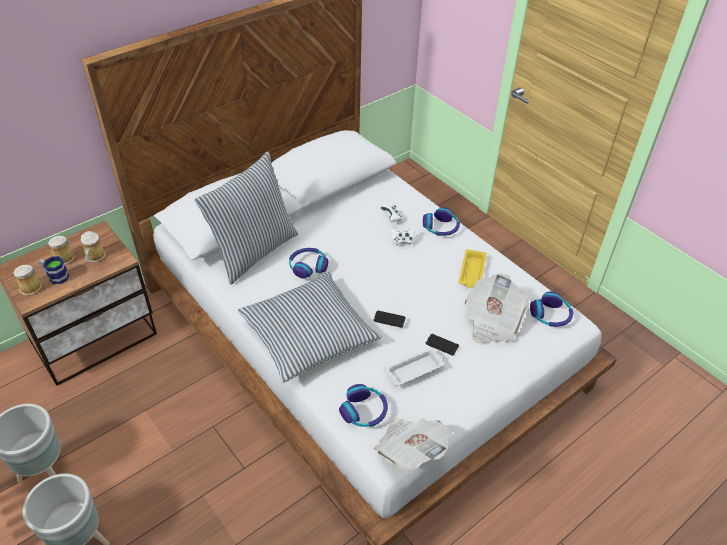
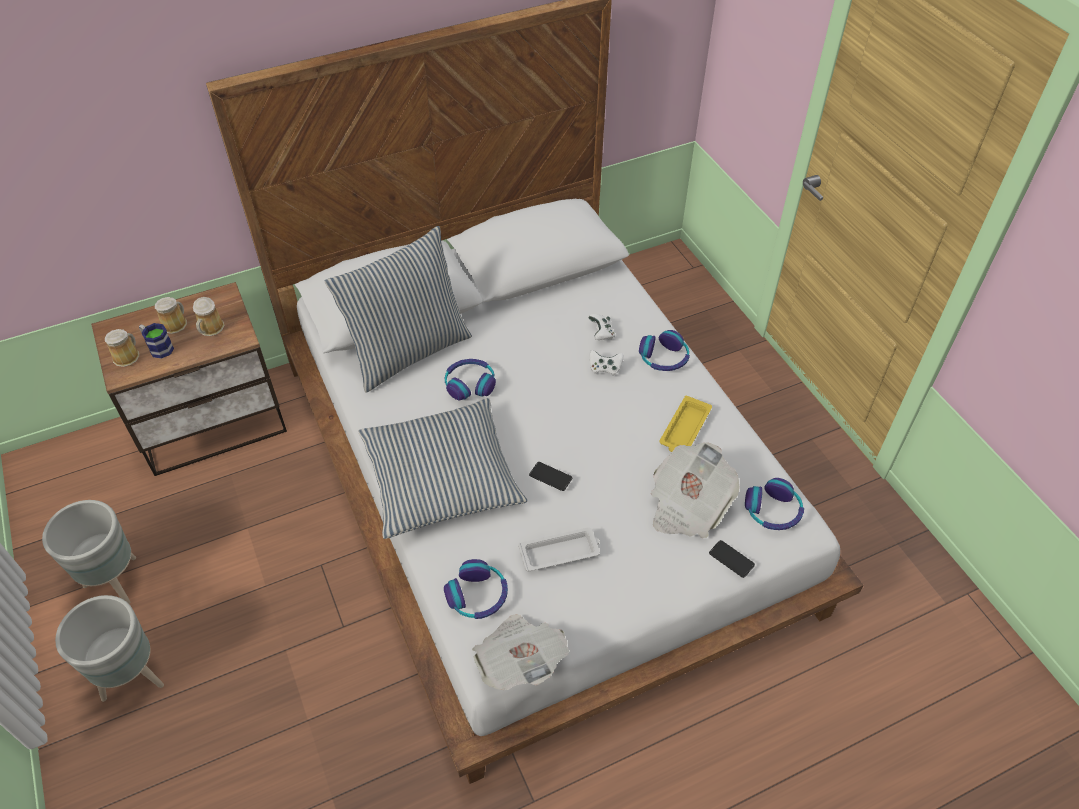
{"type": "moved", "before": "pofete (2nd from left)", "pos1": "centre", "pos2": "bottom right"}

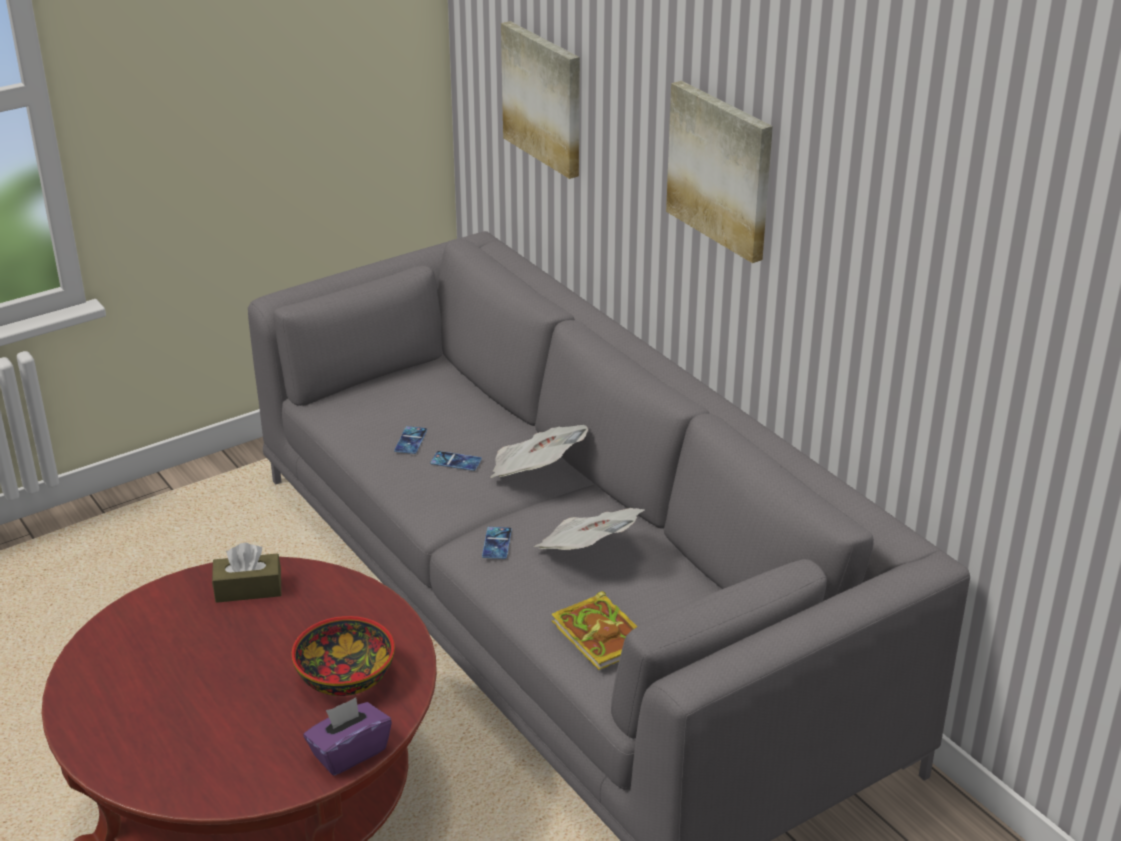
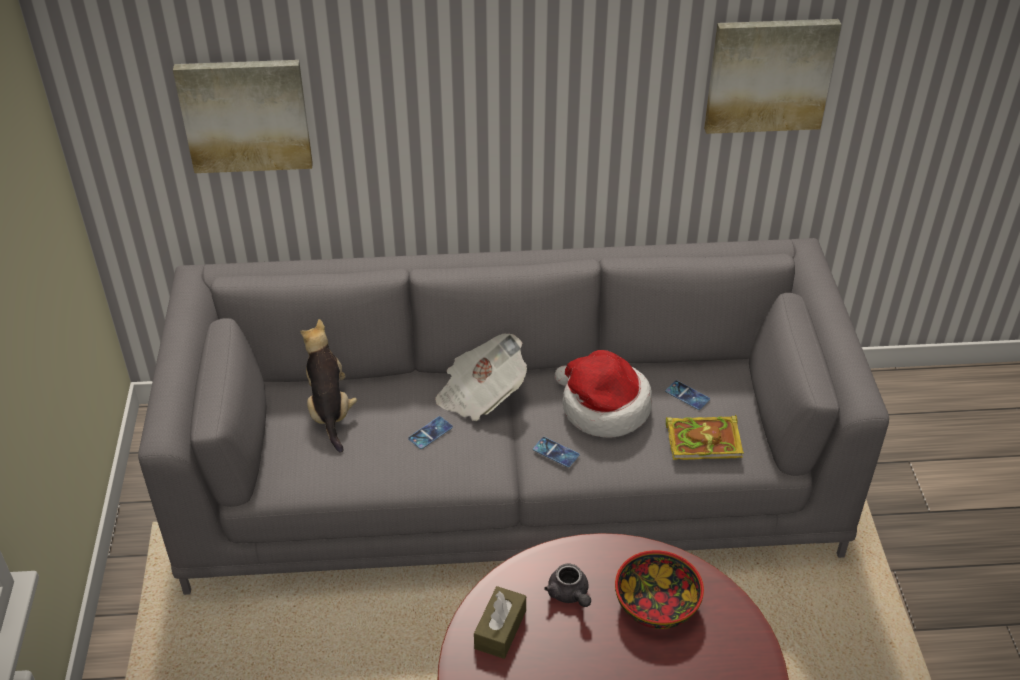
{"type": "added", "after": "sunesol", "pos2": "middle left"}
{"type": "added", "after": "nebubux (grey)", "pos2": "bottom centre"}
{"type": "replaced", "before": "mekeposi (2nd from left)", "after": "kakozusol", "pos1": "centre", "pos2": "centre"}
{"type": "moved", "before": "pofete (1st from left in the first image)", "after": "pofete (3rd from left)", "pos1": "centre", "pos2": "middle right"}
{"type": "moved", "before": "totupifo (2nd from left)", "pos1": "top centre", "pos2": "top right"}
{"type": "removed", "before": "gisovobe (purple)", "pos1": "bottom left"}

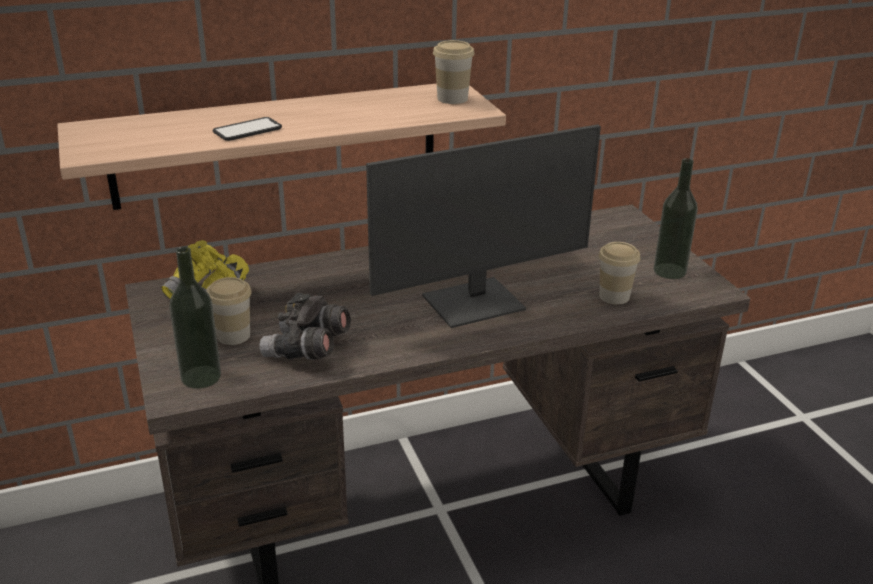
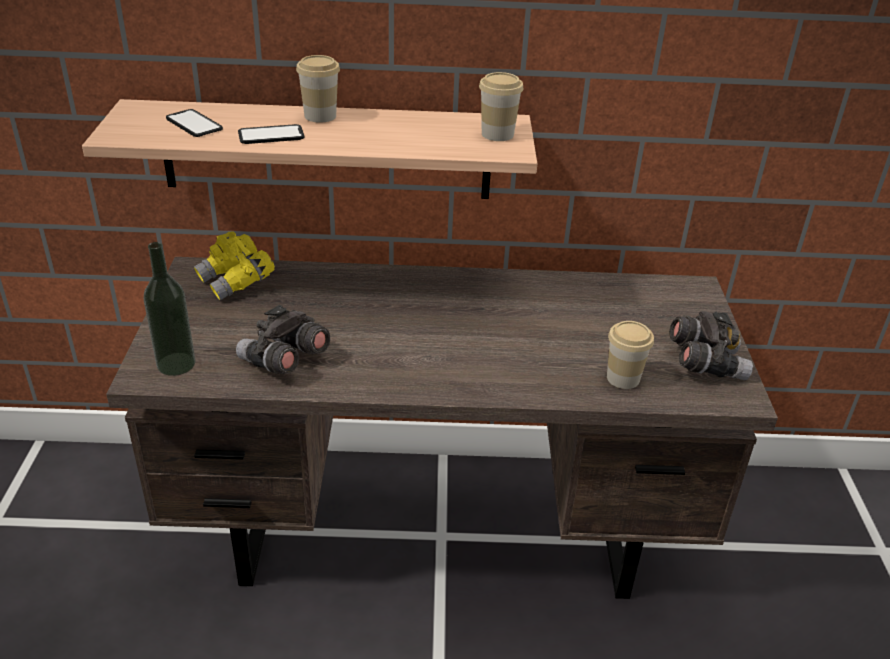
{"type": "added", "after": "pofete (1st from left)", "pos2": "top left"}
{"type": "moved", "before": "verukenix (1st from left)", "pos1": "middle left", "pos2": "top centre"}
{"type": "replaced", "before": "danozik (2nd from left)", "after": "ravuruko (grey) (2nd from left)", "pos1": "middle right", "pos2": "middle right"}
{"type": "removed", "before": "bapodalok", "pos1": "centre"}

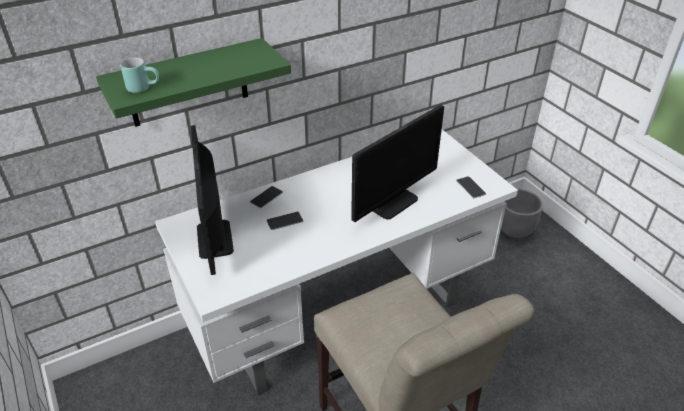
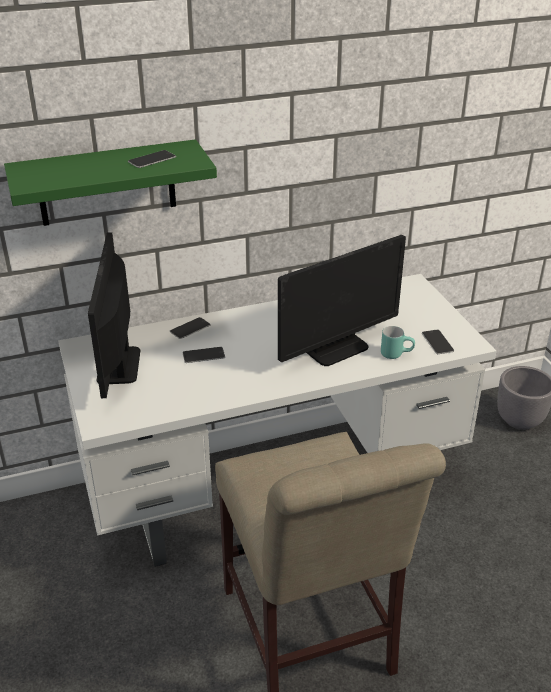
{"type": "added", "after": "pofete (1st from left)", "pos2": "top left"}
{"type": "moved", "before": "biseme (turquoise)", "pos1": "top left", "pos2": "middle right"}

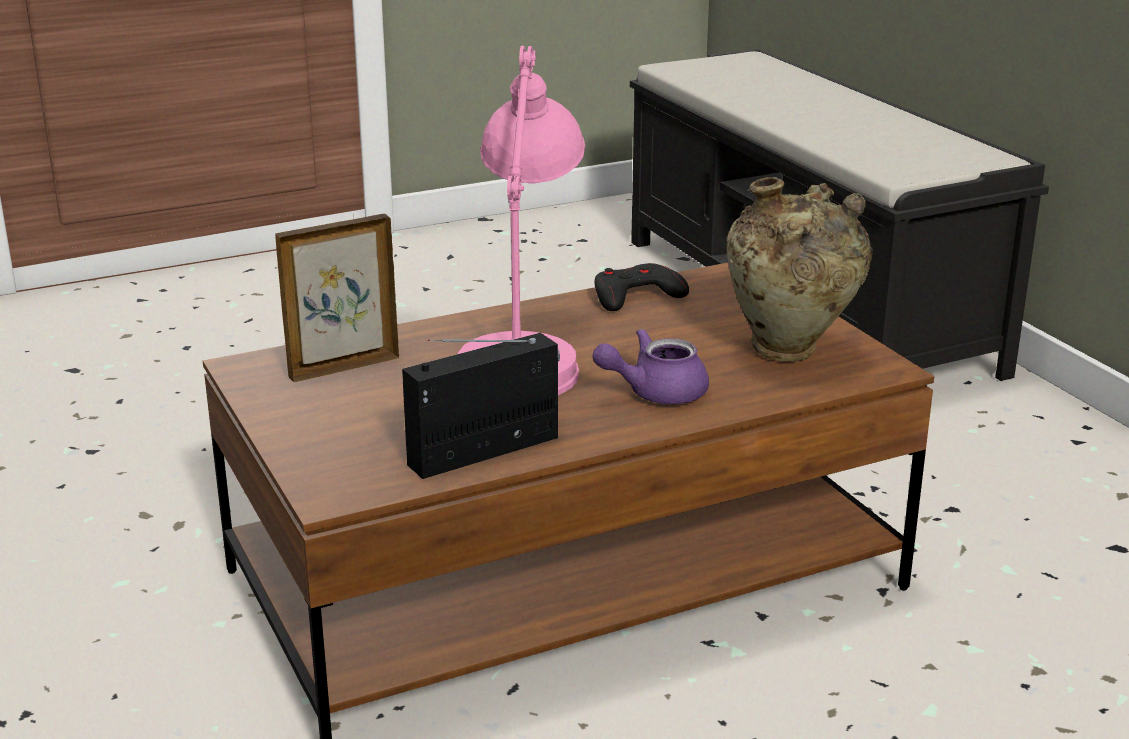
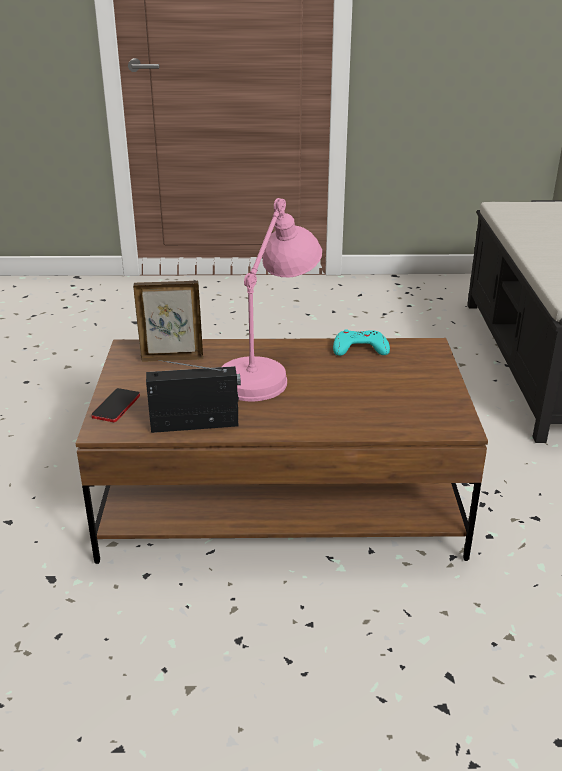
{"type": "added", "after": "pofete", "pos2": "middle left"}
{"type": "recoloured", "before": "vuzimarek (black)", "after": "vuzimarek (turquoise)", "pos1": "centre", "pos2": "centre"}
{"type": "removed", "before": "nebubux (purple)", "pos1": "centre"}
{"type": "removed", "before": "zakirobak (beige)", "pos1": "middle right"}

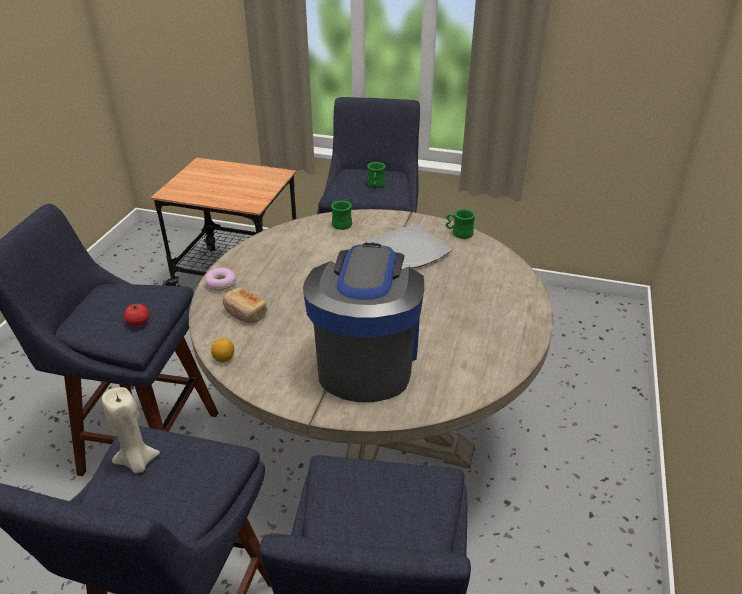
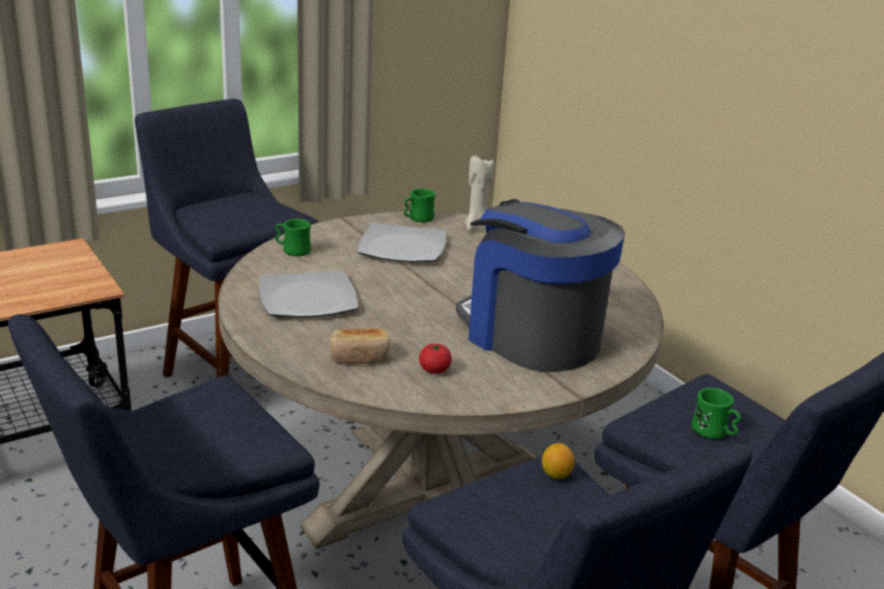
{"type": "added", "after": "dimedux (1st from left)", "pos2": "centre"}
{"type": "moved", "before": "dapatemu", "pos1": "middle left", "pos2": "centre"}
{"type": "moved", "before": "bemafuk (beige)", "pos1": "bottom left", "pos2": "top centre"}
{"type": "moved", "before": "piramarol", "pos1": "middle left", "pos2": "bottom centre"}
{"type": "moved", "before": "biseme (green) (2nd from left in the first image)", "after": "biseme (green) (3rd from left)", "pos1": "top centre", "pos2": "bottom right"}
{"type": "removed", "before": "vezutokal", "pos1": "middle left"}

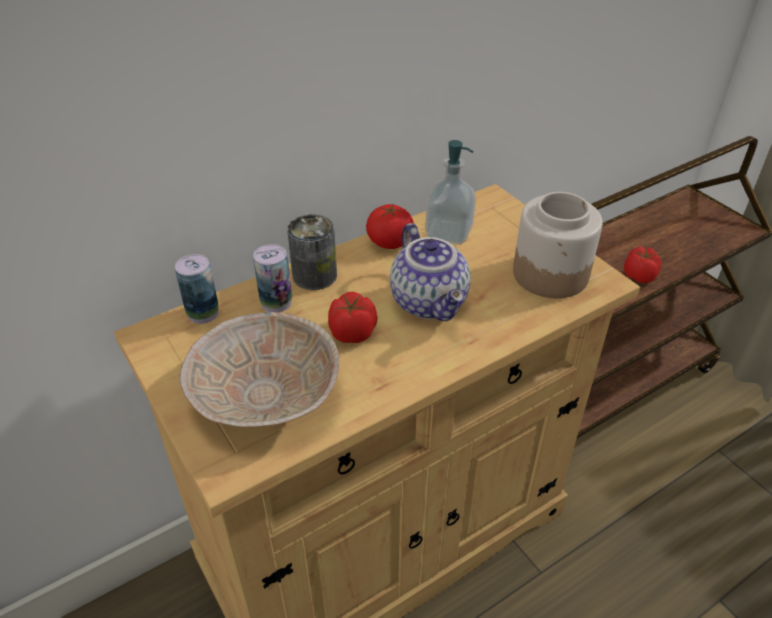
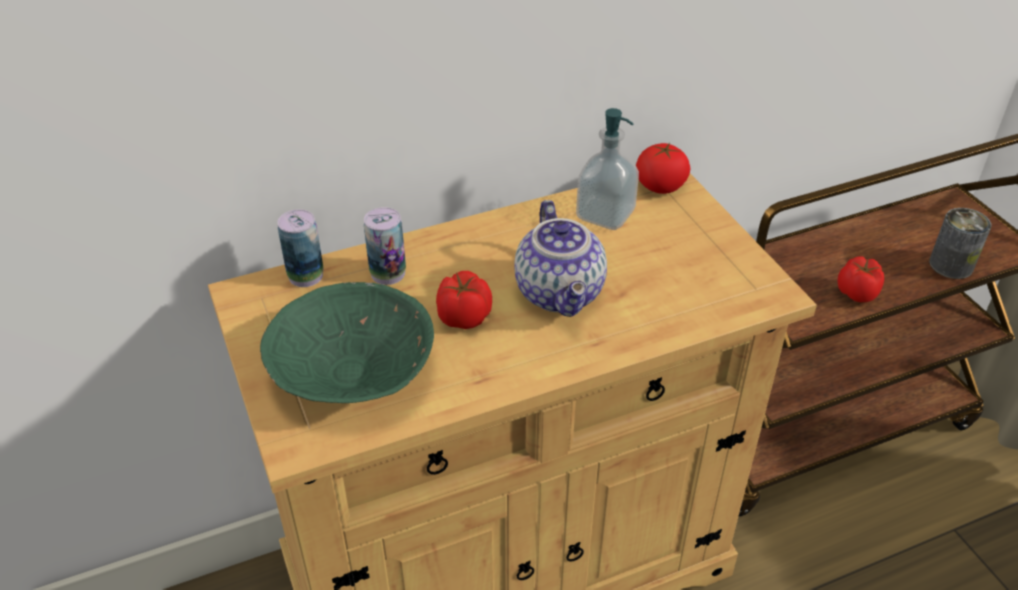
{"type": "recoloured", "before": "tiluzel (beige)", "after": "tiluzel (green)", "pos1": "centre", "pos2": "centre"}
{"type": "moved", "before": "dapatemu (2nd from left)", "pos1": "centre", "pos2": "top centre"}
{"type": "moved", "before": "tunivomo (3rd from left)", "pos1": "centre", "pos2": "middle right"}
{"type": "removed", "before": "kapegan", "pos1": "middle right"}

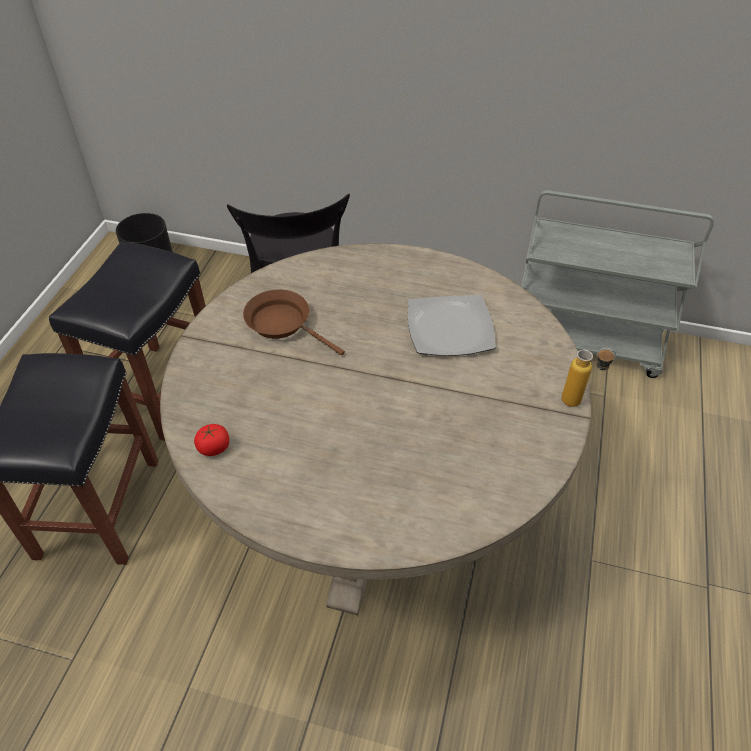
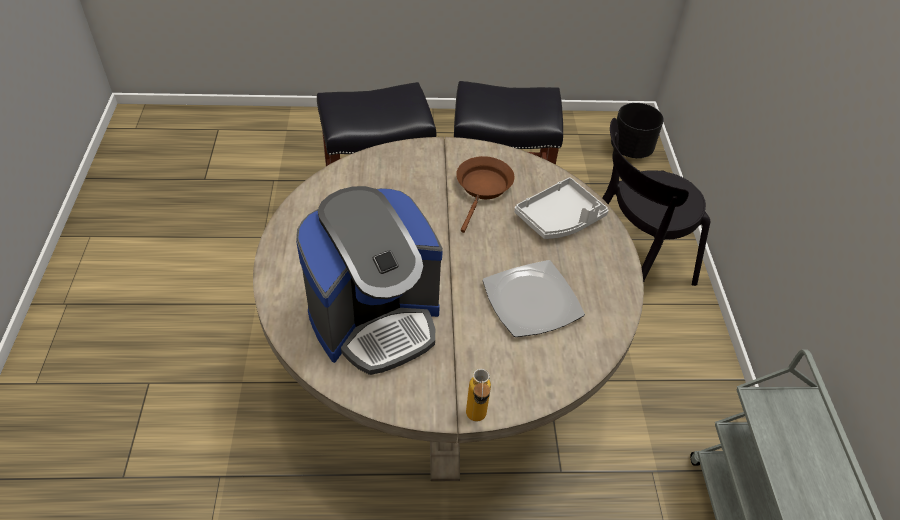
{"type": "added", "after": "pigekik", "pos2": "centre"}
{"type": "added", "after": "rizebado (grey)", "pos2": "centre"}
{"type": "removed", "before": "dapatemu", "pos1": "middle left"}

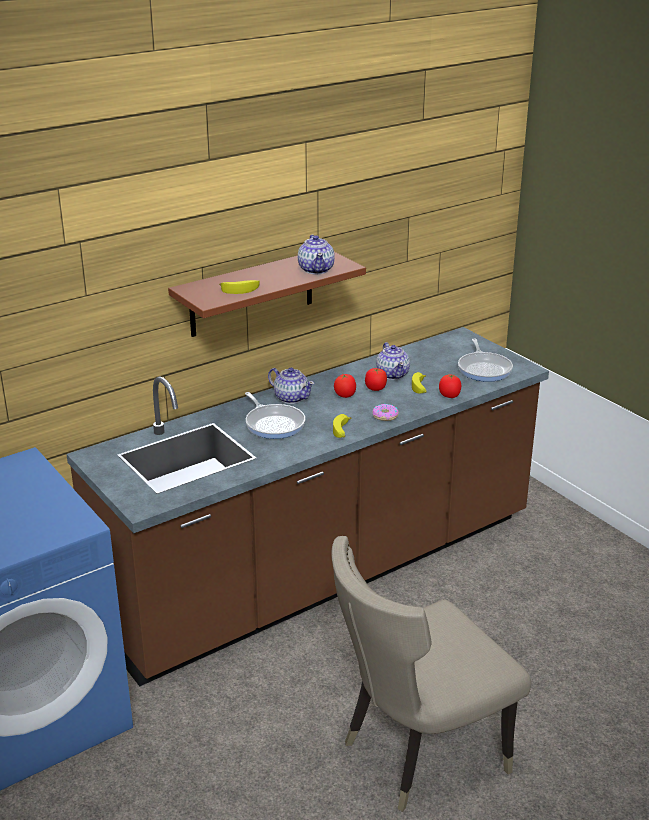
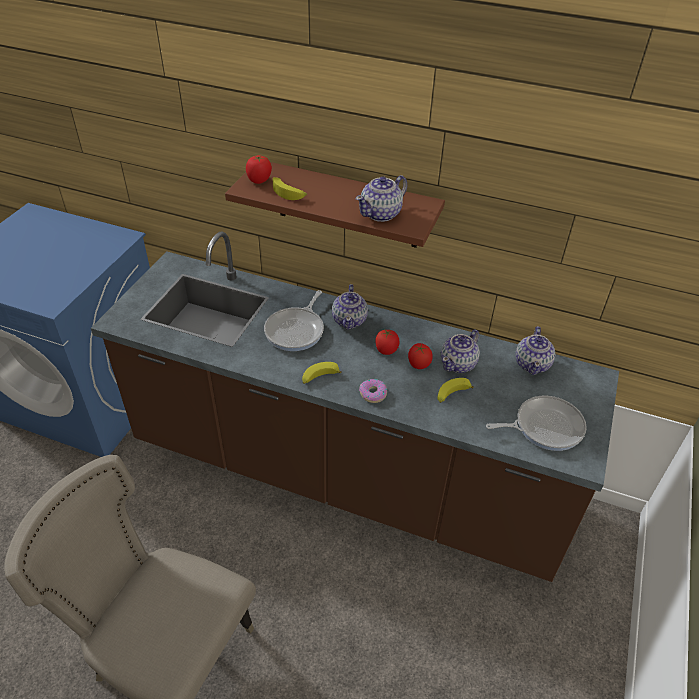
{"type": "moved", "before": "dapatemu (3rd from left in the first image)", "after": "dapatemu (1st from left)", "pos1": "middle right", "pos2": "top centre"}
{"type": "turned", "before": "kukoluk (2nd from left)", "pos1": "middle right", "pos2": "middle right", "turn": -150}
{"type": "added", "after": "nebubux (4th from left)", "pos2": "middle right"}

